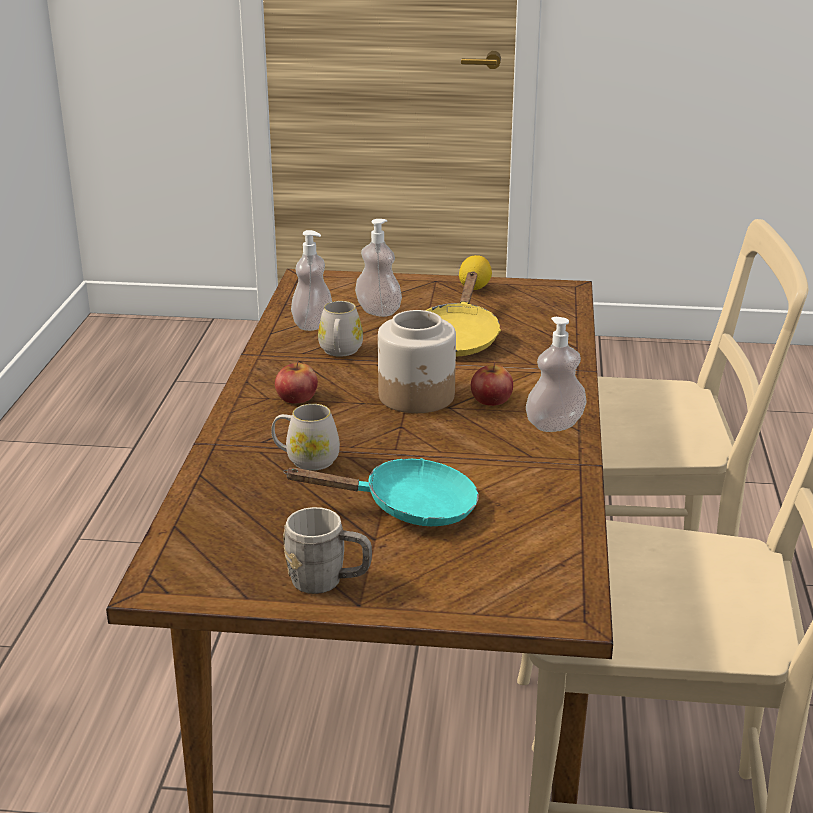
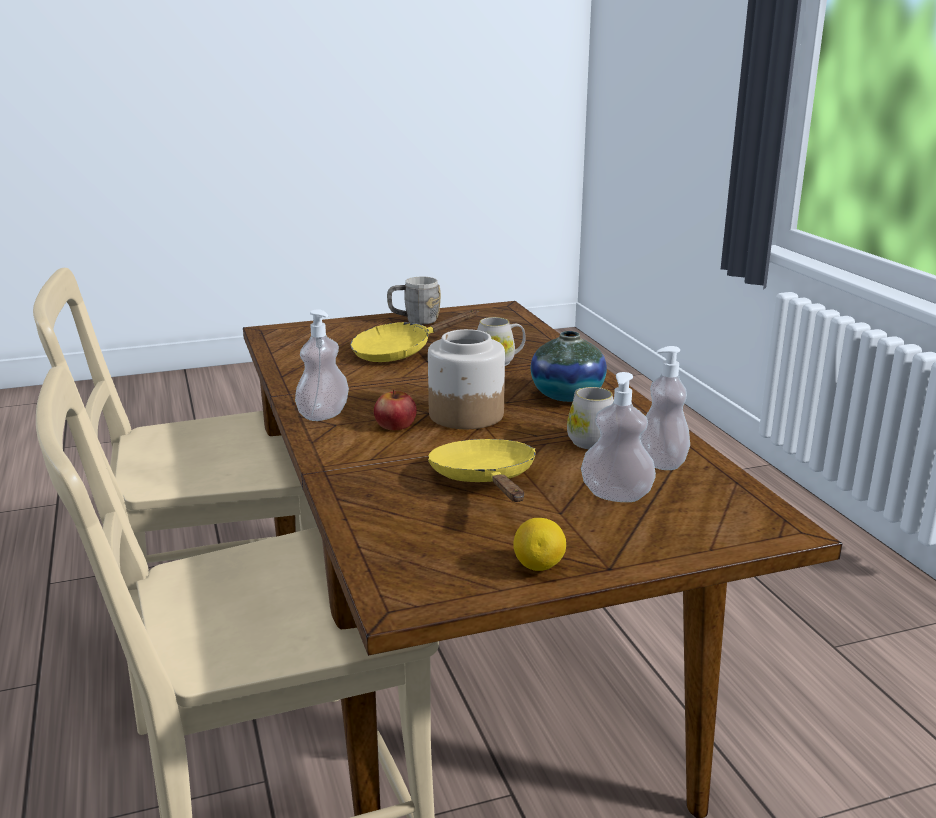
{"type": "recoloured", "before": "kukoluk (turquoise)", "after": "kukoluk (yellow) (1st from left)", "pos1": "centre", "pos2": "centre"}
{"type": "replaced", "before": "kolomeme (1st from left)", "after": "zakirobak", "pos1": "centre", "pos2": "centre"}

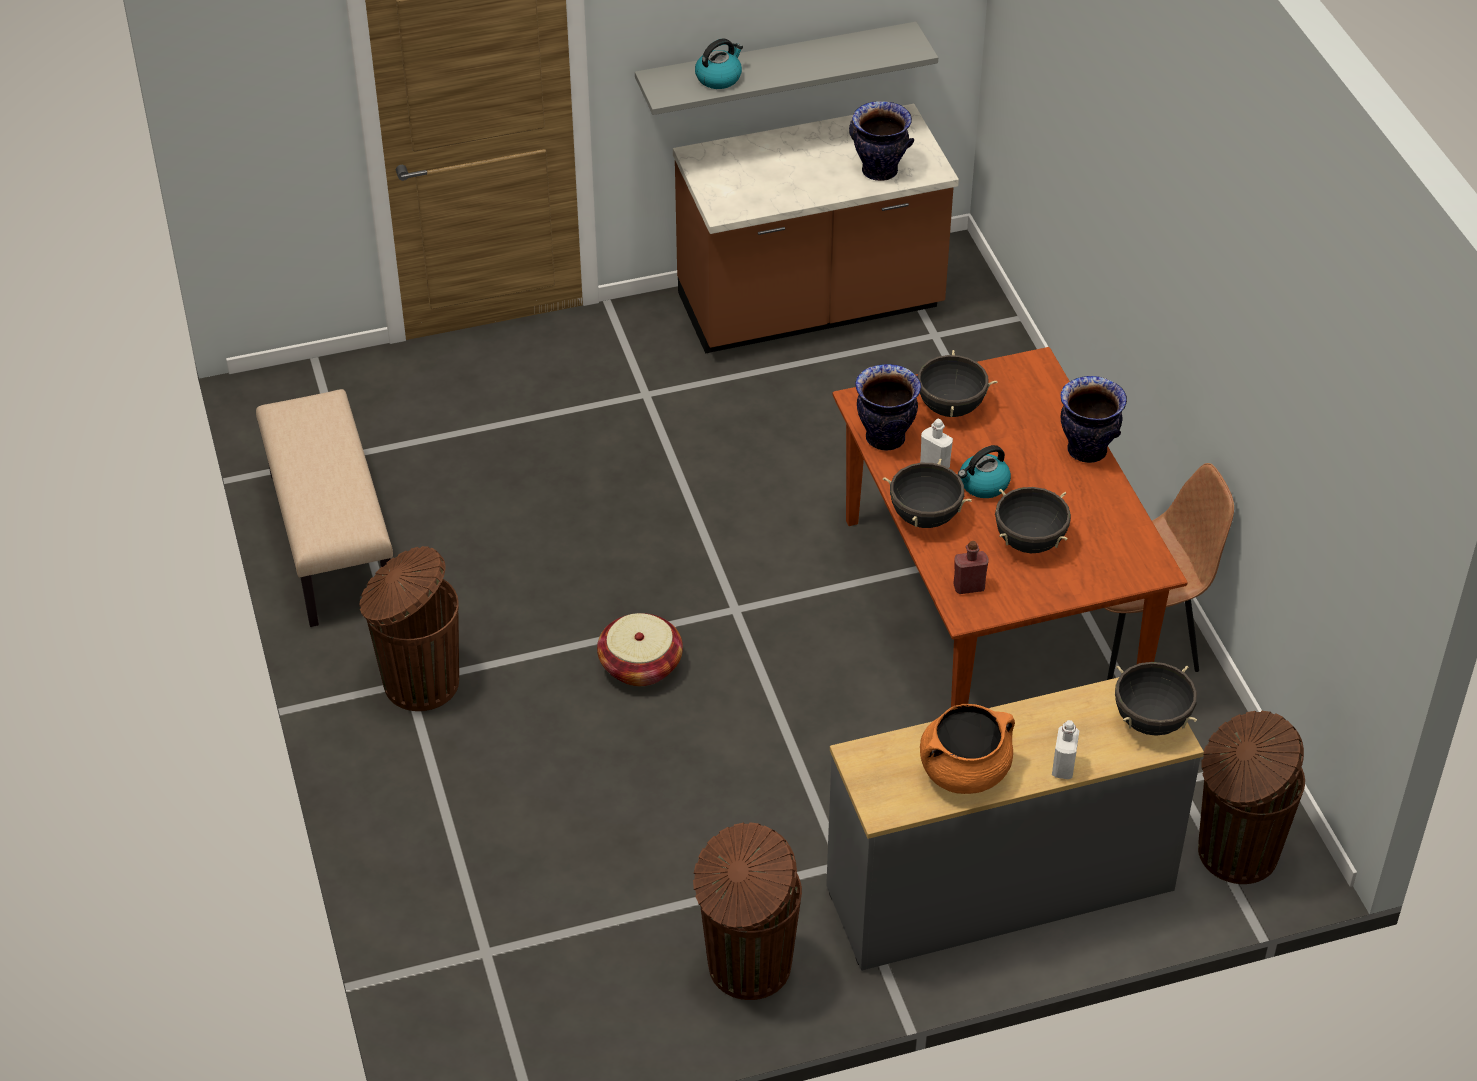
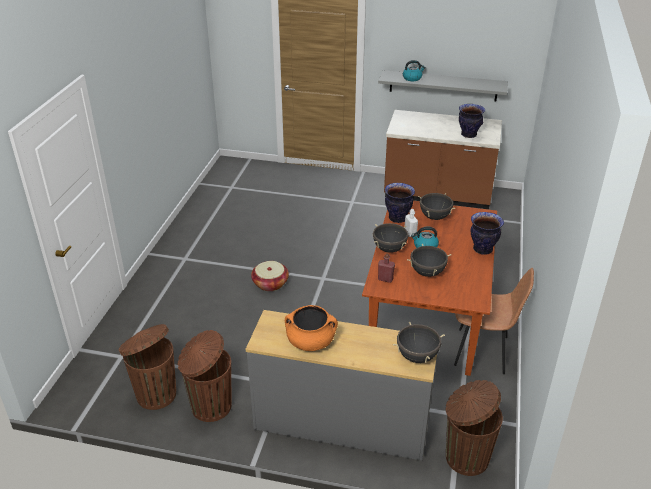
{"type": "moved", "before": "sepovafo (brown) (1st from left)", "pos1": "middle left", "pos2": "bottom left"}
{"type": "removed", "before": "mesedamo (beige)", "pos1": "middle left"}
{"type": "removed", "before": "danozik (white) (2nd from left)", "pos1": "bottom right"}

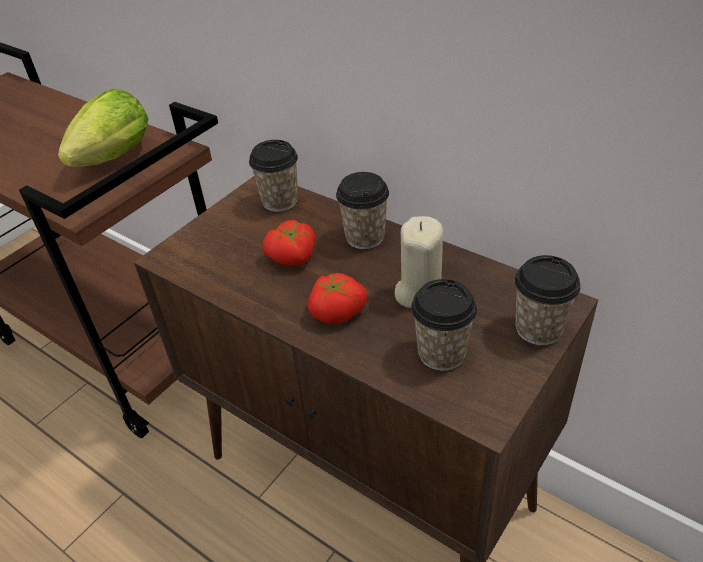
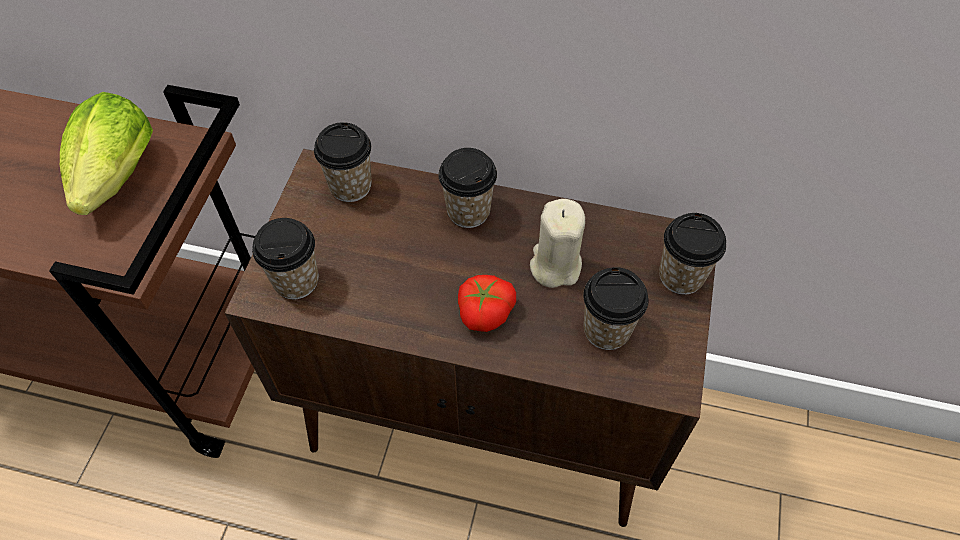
{"type": "added", "after": "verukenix (1st from left)", "pos2": "middle left"}
{"type": "removed", "before": "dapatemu (1st from left)", "pos1": "centre"}

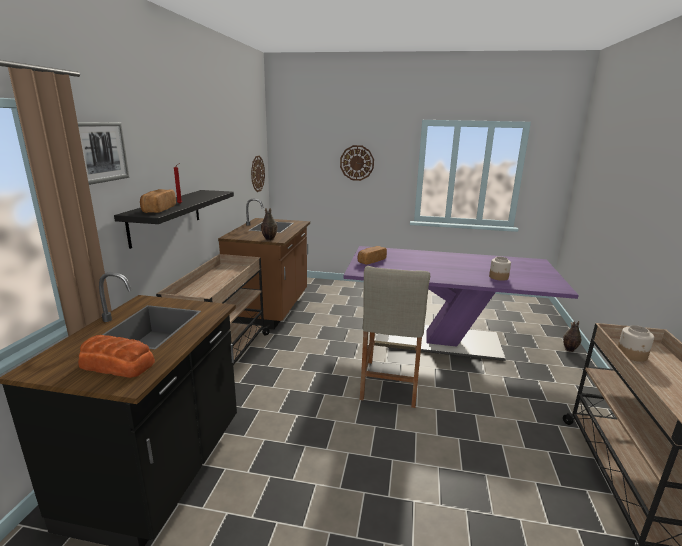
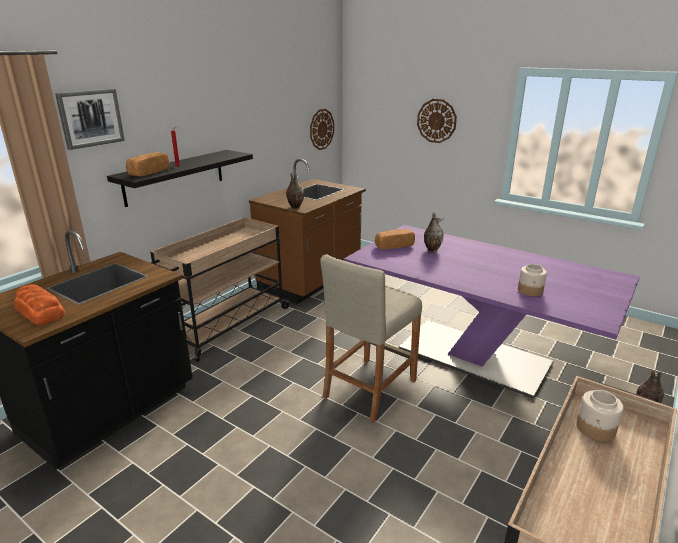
{"type": "added", "after": "zakirobak (2nd from left)", "pos2": "centre"}

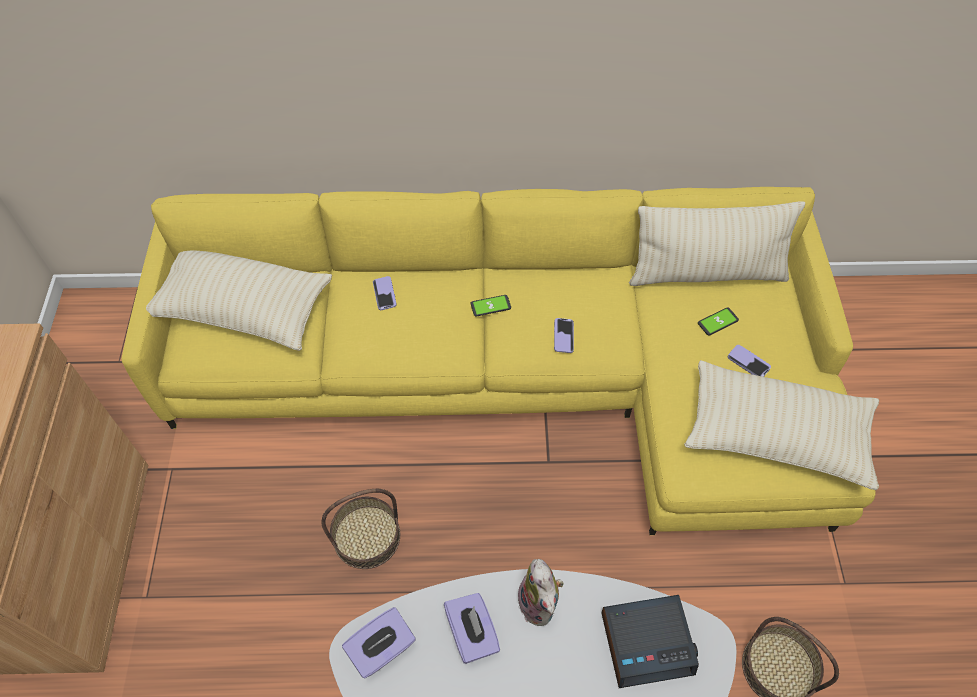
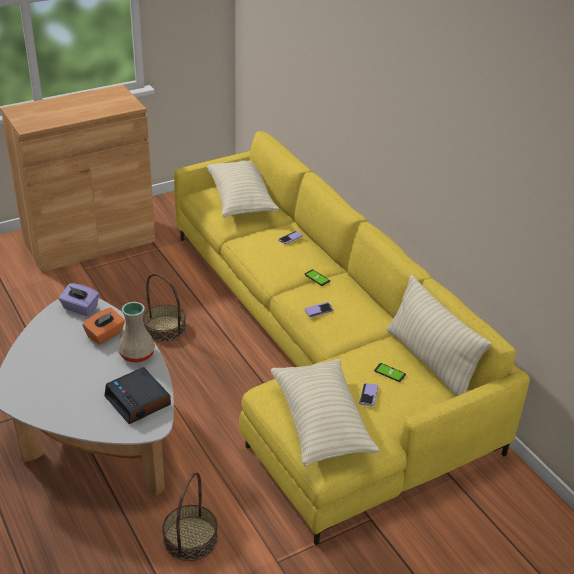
{"type": "recoloured", "before": "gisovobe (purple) (2nd from left)", "after": "gisovobe (orange)", "pos1": "bottom centre", "pos2": "middle left"}
{"type": "replaced", "before": "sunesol", "after": "zakirobak (beige)", "pos1": "bottom centre", "pos2": "middle left"}

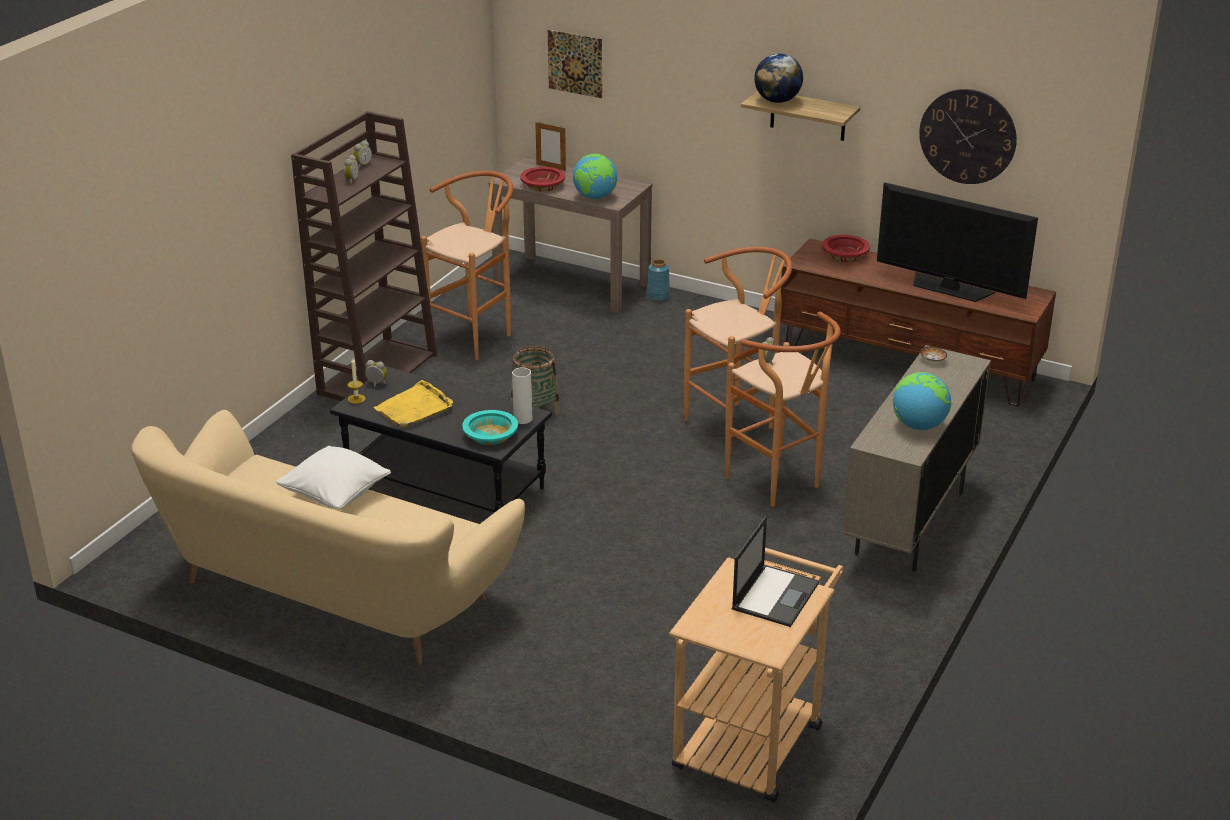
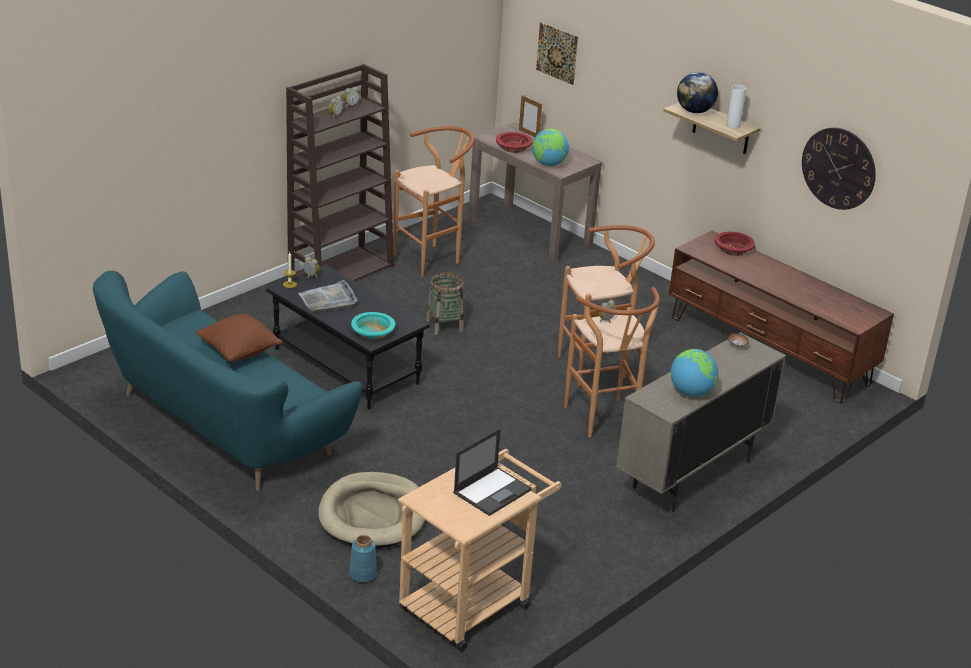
{"type": "recoloured", "before": "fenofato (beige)", "after": "fenofato (turquoise)", "pos1": "middle left", "pos2": "middle left"}
{"type": "recoloured", "before": "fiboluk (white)", "after": "fiboluk (brown)", "pos1": "middle left", "pos2": "middle left"}
{"type": "recoloured", "before": "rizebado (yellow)", "after": "rizebado (grey)", "pos1": "centre", "pos2": "centre"}
{"type": "added", "after": "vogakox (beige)", "pos2": "bottom centre"}
{"type": "moved", "before": "zakirobak (blue)", "pos1": "centre", "pos2": "bottom centre"}
{"type": "moved", "before": "zakirobak (white)", "pos1": "centre", "pos2": "top right"}
{"type": "removed", "before": "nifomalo", "pos1": "top right"}

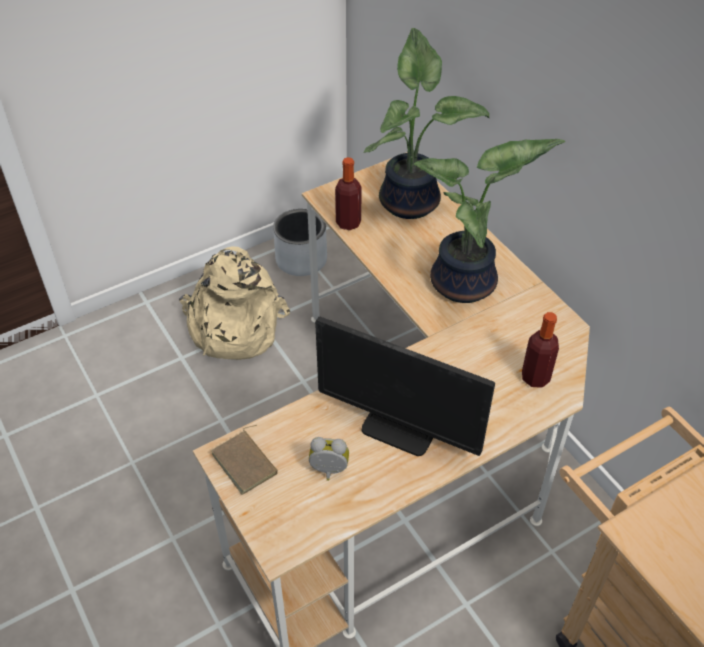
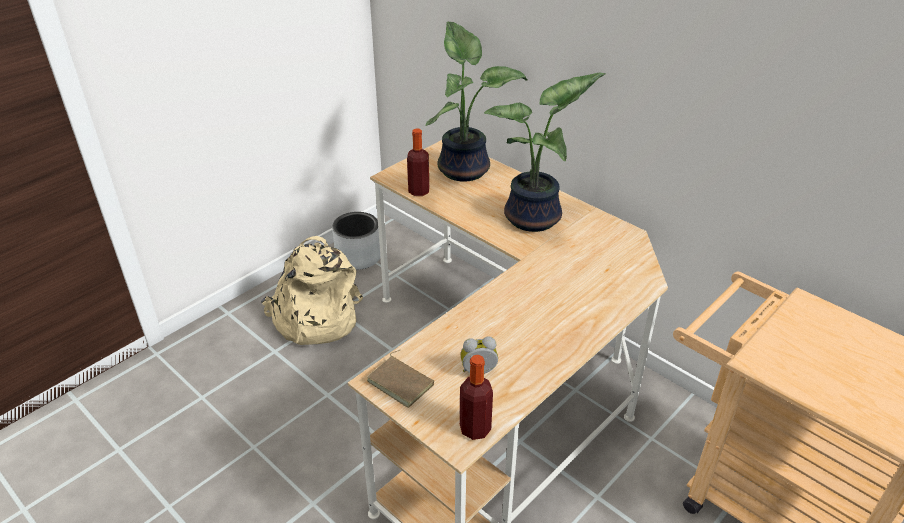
{"type": "moved", "before": "danozik (2nd from left)", "pos1": "middle right", "pos2": "bottom centre"}
{"type": "removed", "before": "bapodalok", "pos1": "centre"}

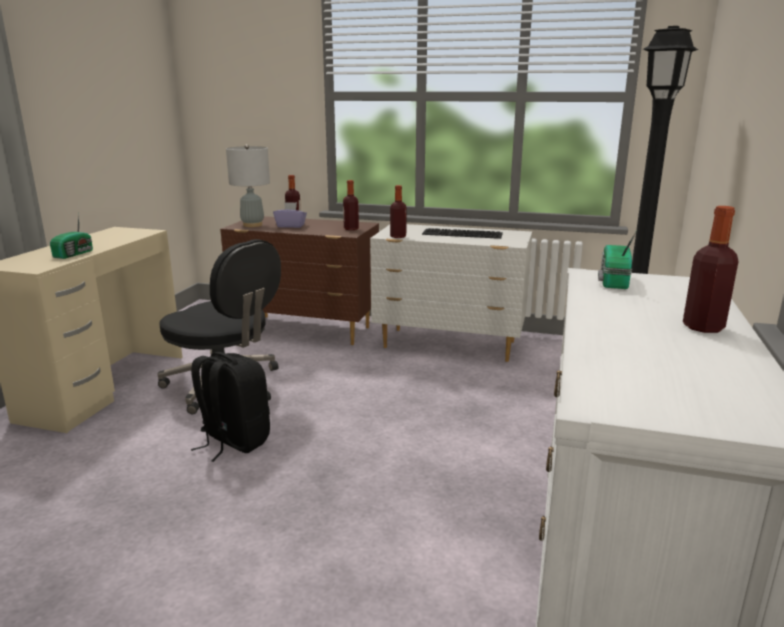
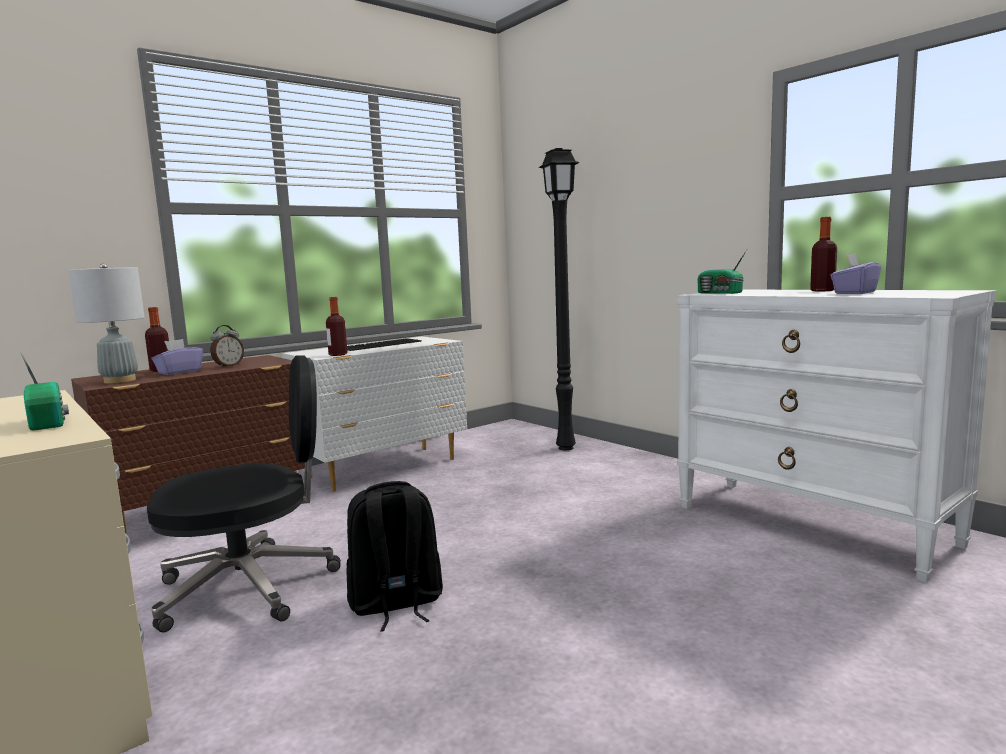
{"type": "added", "after": "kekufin", "pos2": "middle left"}
{"type": "added", "after": "gisovobe (purple) (2nd from left)", "pos2": "middle right"}
{"type": "removed", "before": "danozik (2nd from left)", "pos1": "top centre"}

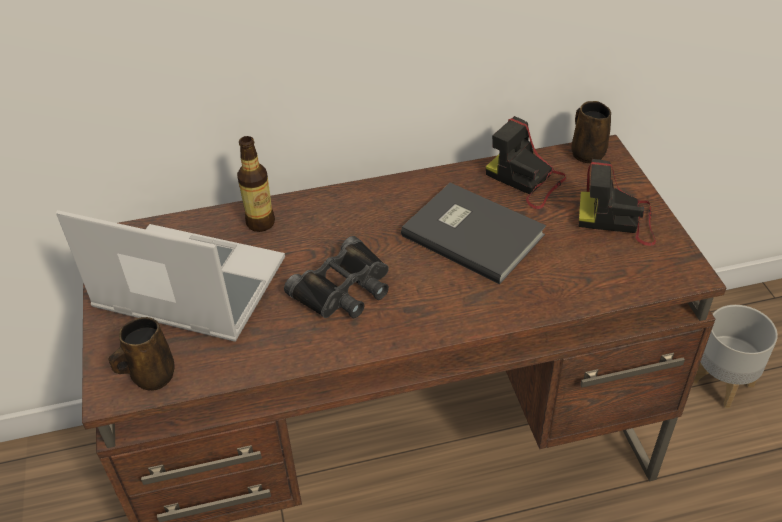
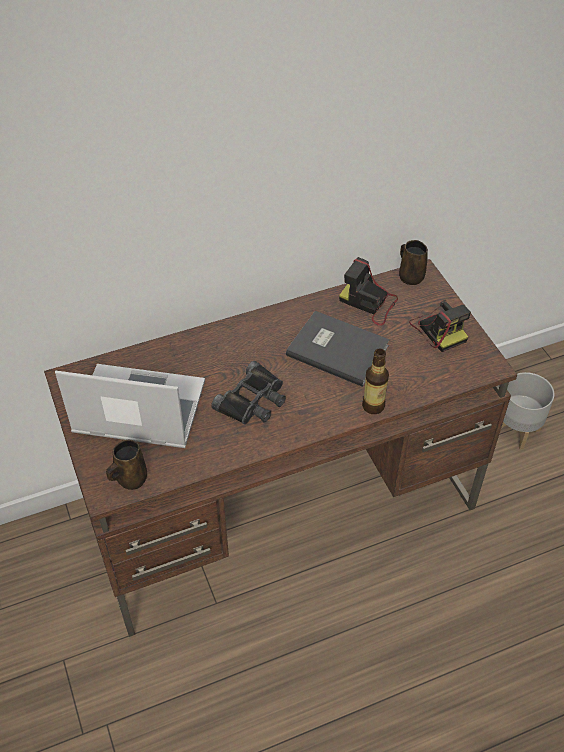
{"type": "moved", "before": "danozik", "pos1": "middle left", "pos2": "centre"}
{"type": "turned", "before": "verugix (2nd from left)", "pos1": "middle right", "pos2": "middle right", "turn": -120}

